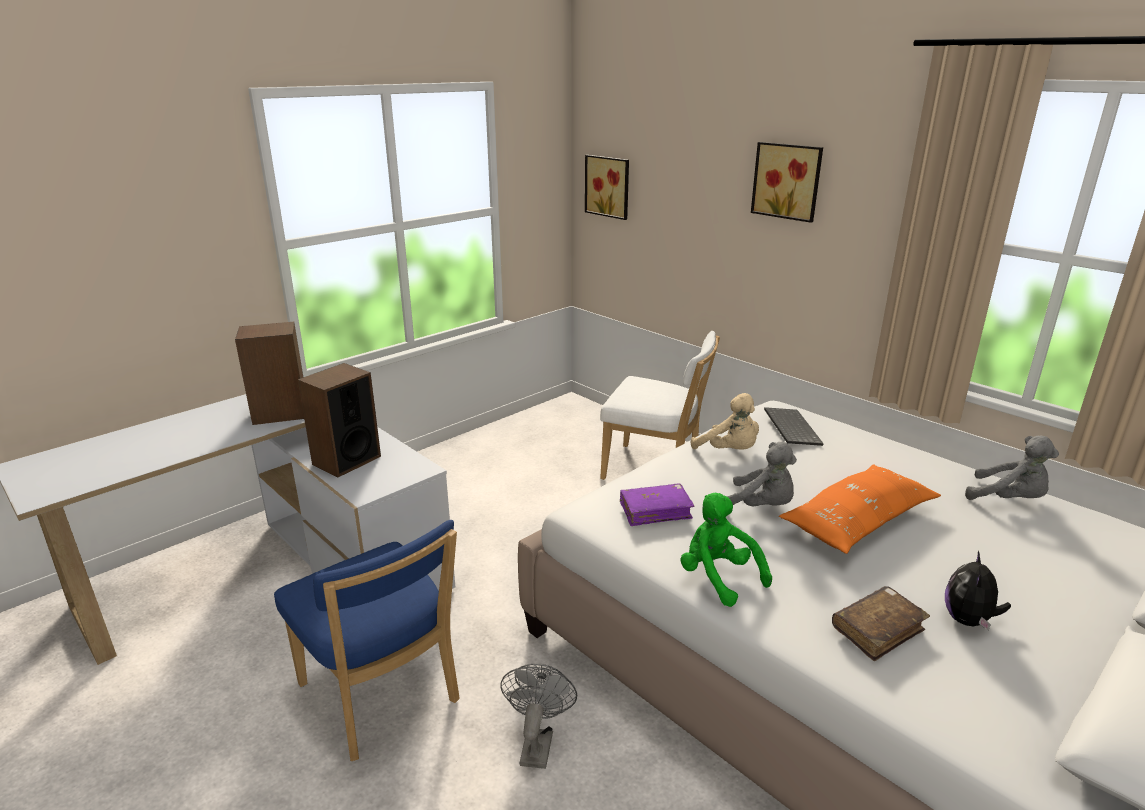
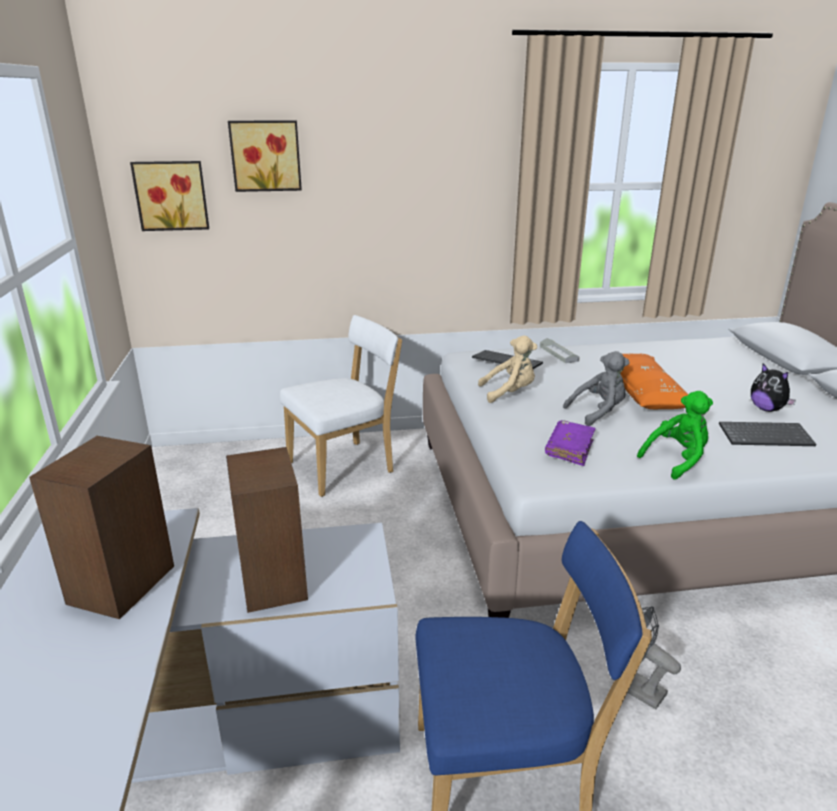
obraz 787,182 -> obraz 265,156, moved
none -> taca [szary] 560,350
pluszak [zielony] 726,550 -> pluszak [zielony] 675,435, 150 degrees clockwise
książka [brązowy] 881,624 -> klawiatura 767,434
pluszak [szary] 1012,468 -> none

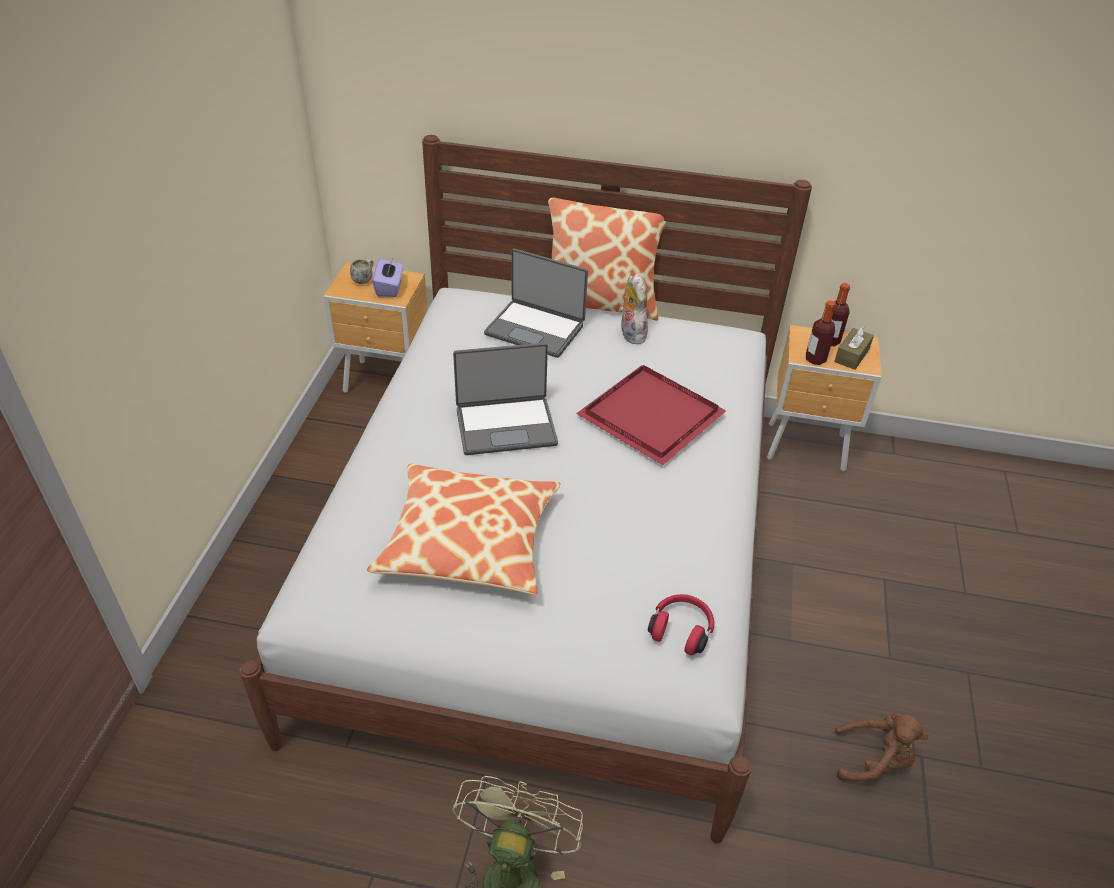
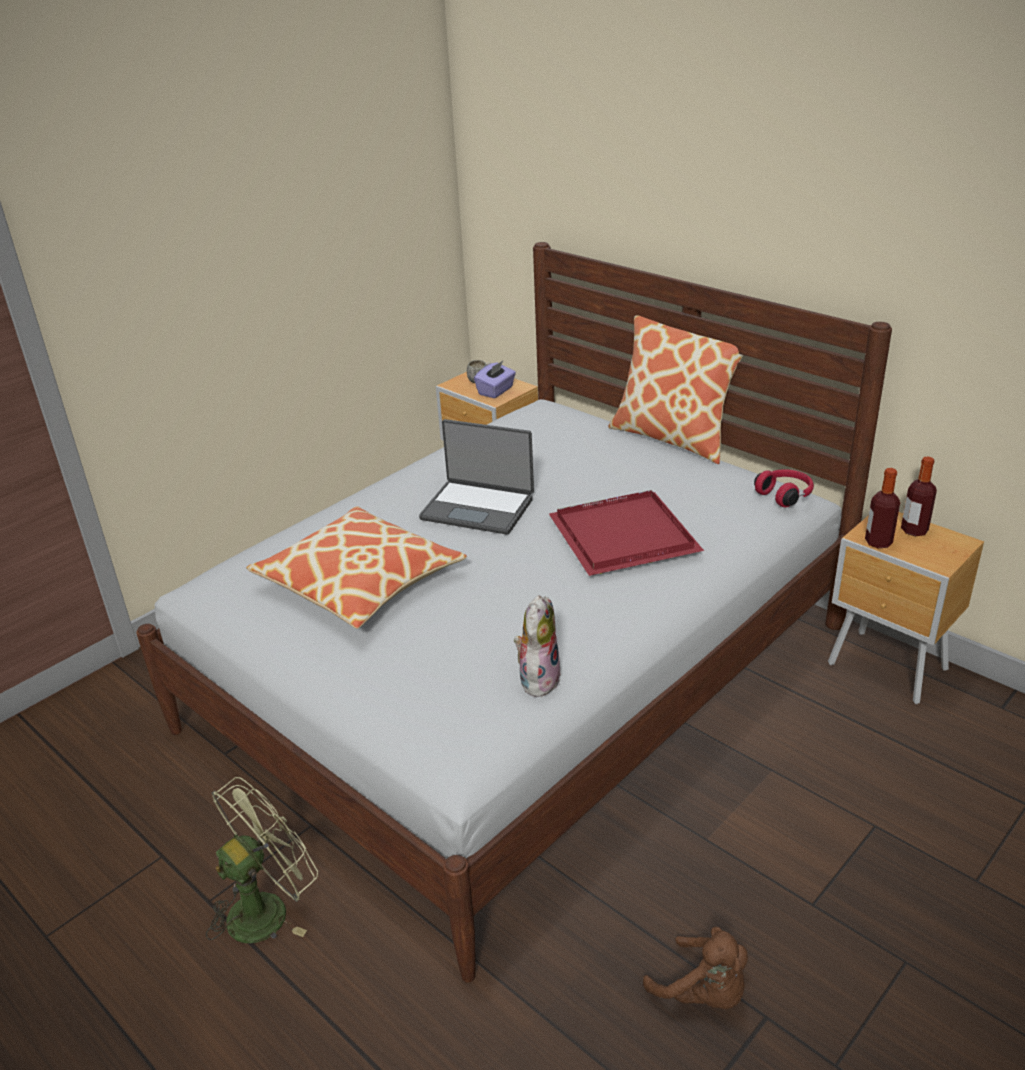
pluszak 633,309 -> pluszak 537,646, moved
słuchawki [czerwony] 681,624 -> słuchawki [czerwony] 784,488, moved
laptop 536,303 -> none
pudełko chusteczek [brązowy] 854,348 -> none

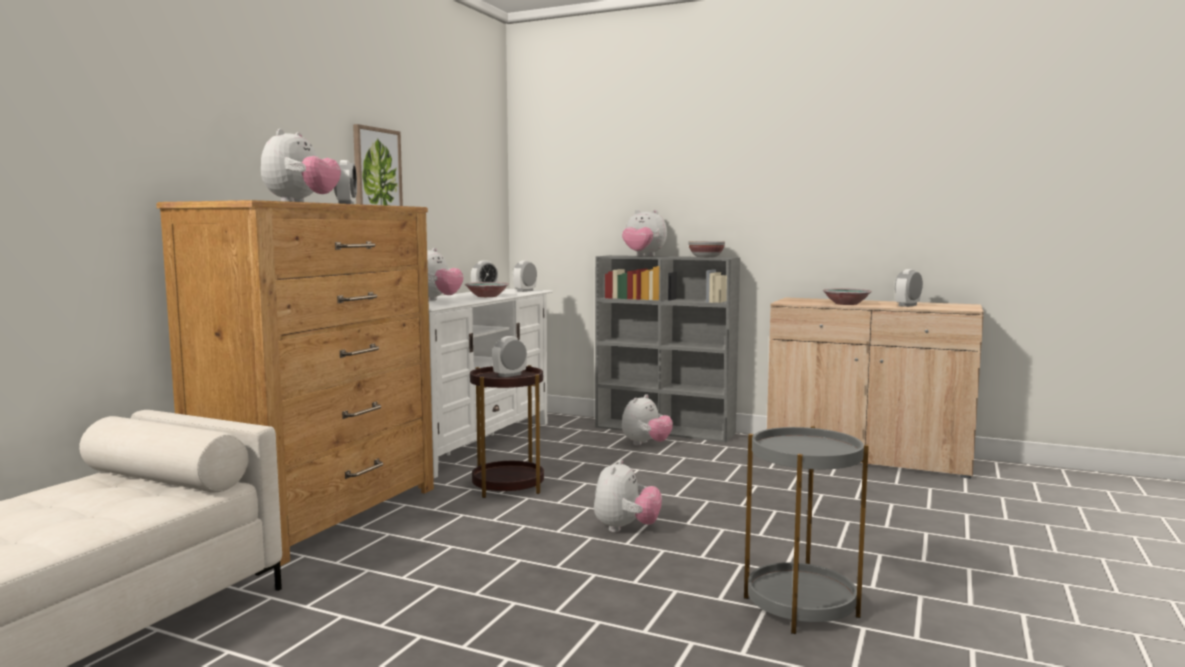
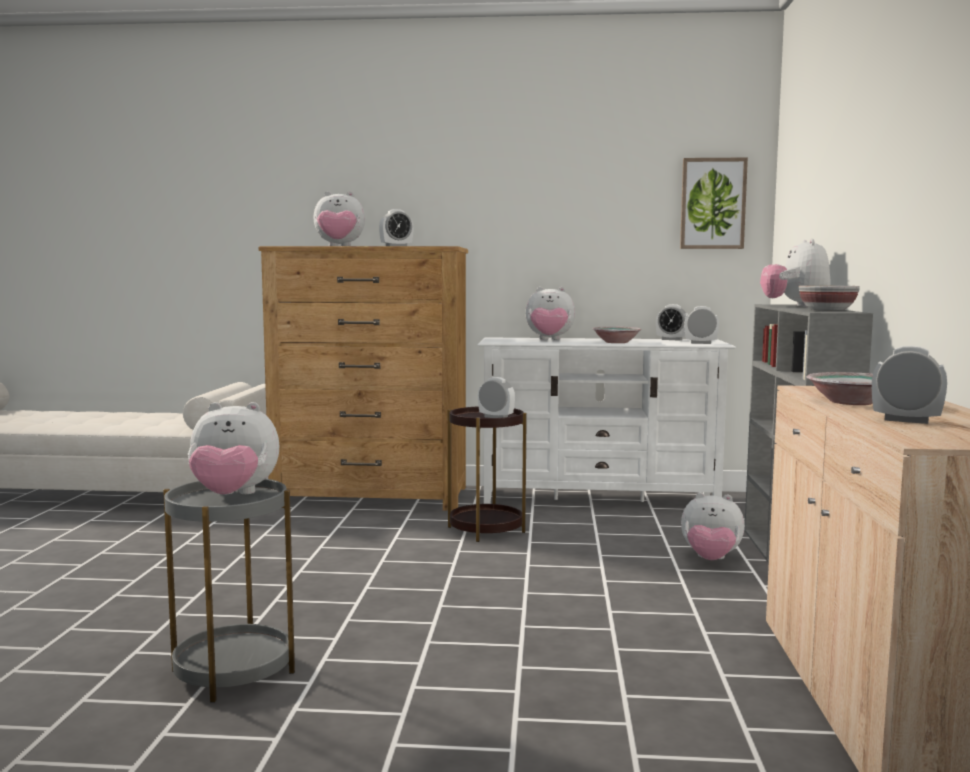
pluszak 628,495 -> pluszak 233,448, moved
obraz 378,165 -> obraz 714,203, moved

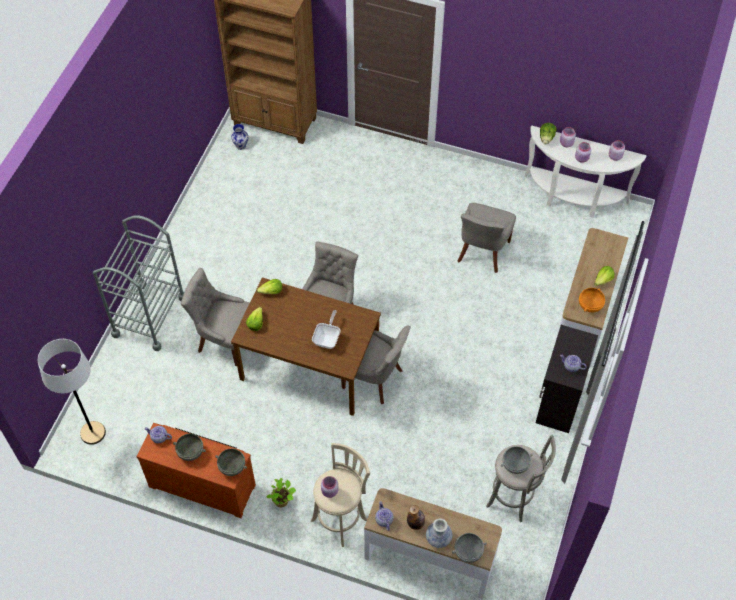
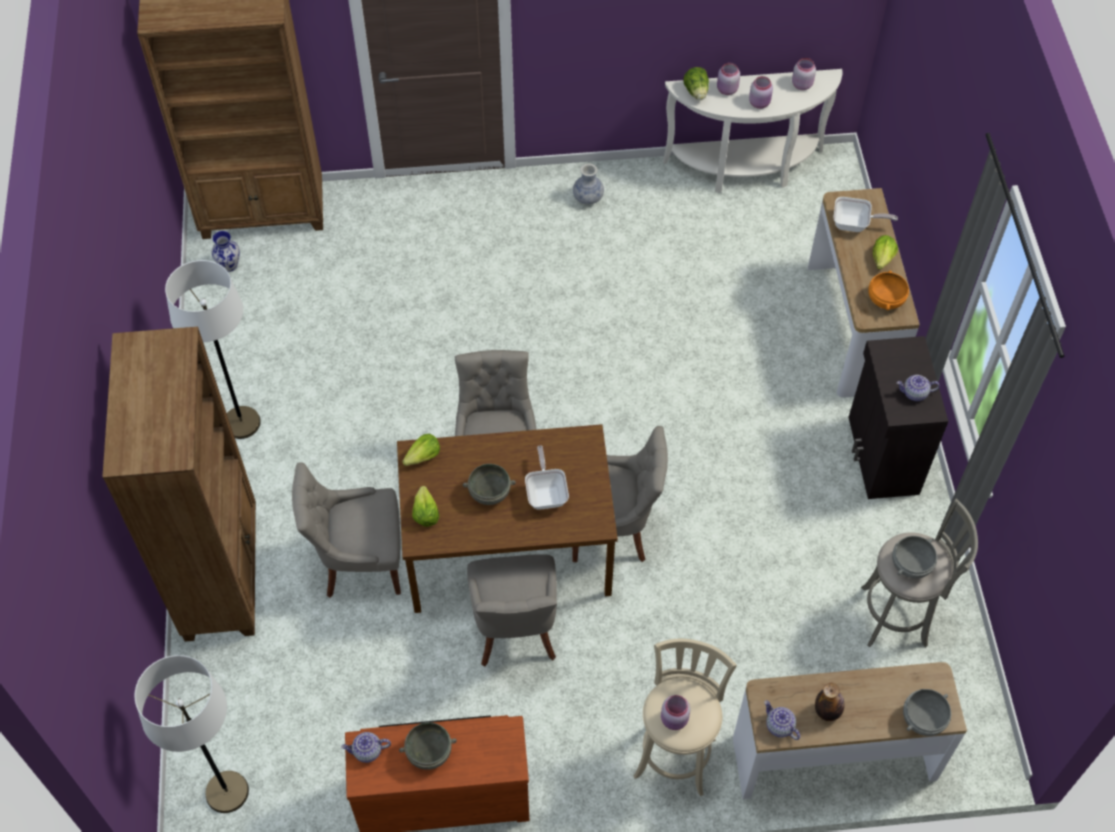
wózek [szary] 138,283 -> regał [brązowy] 179,484
none -> lampa stojąca [biały] 213,349
miska [szary] 231,462 -> miska [szary] 489,484, moved
krzesło [szary] 486,238 -> krzesło [szary] 512,610, moved
wazon 439,533 -> wazon 588,184, moved
none -> patelnia 865,214
roślina doniczkowa 281,492 -> none

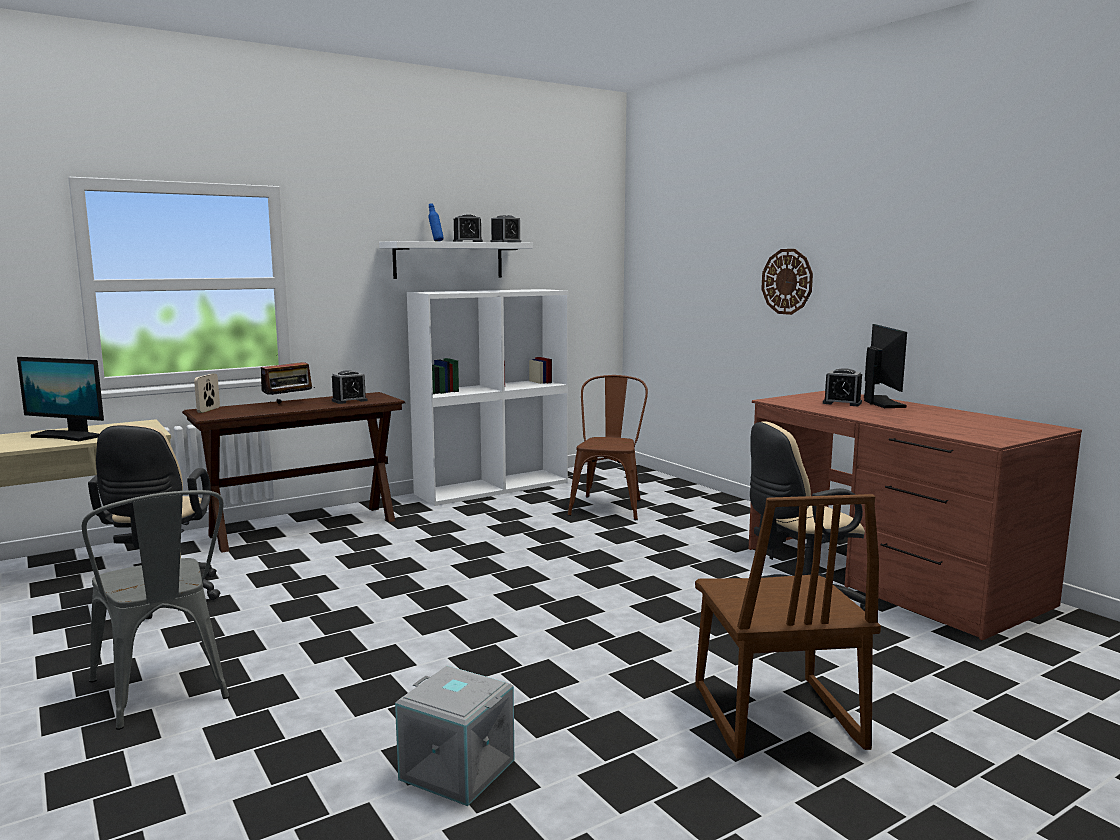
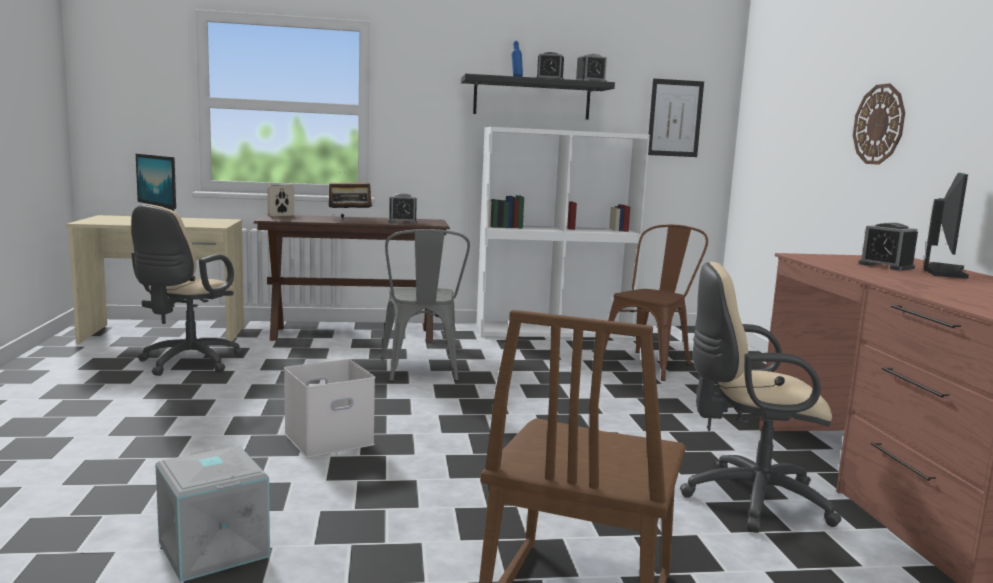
none -> pojemnik do przechowywania [biały] 329,408
krzesło [szary] 155,610 -> krzesło [szary] 425,305, moved
półka [biały] 456,260 -> półka [czarny] 538,97
none -> obraz 676,118

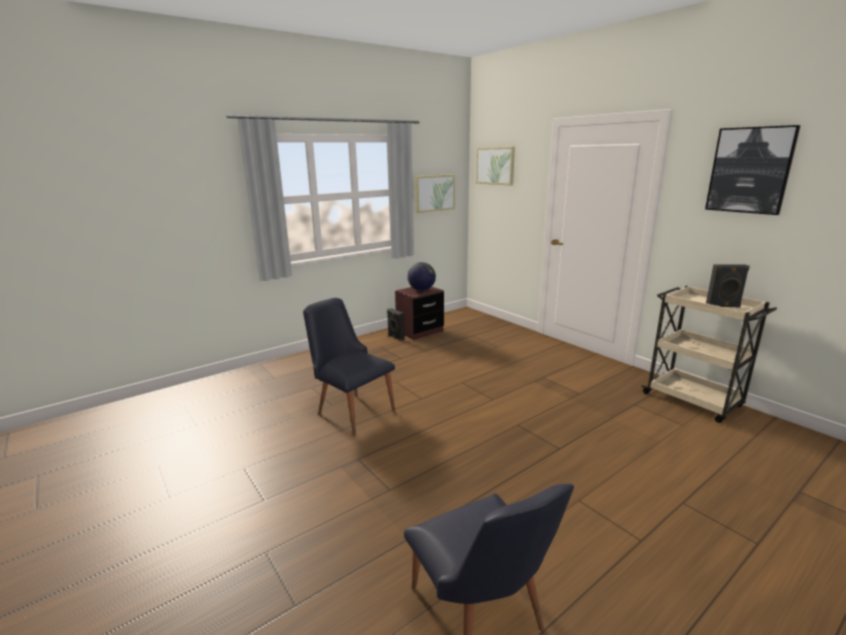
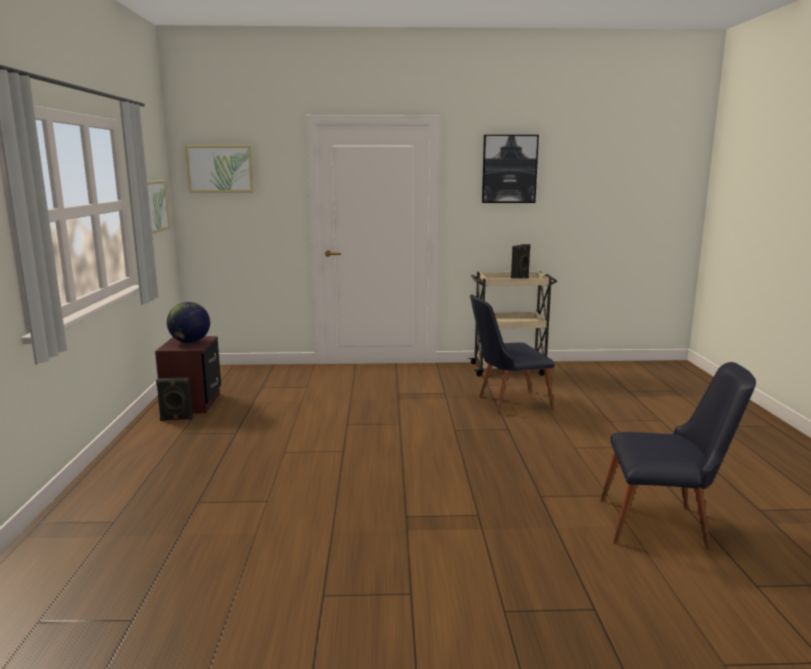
krzesło [czarny] 349,367 -> krzesło [czarny] 512,354, moved

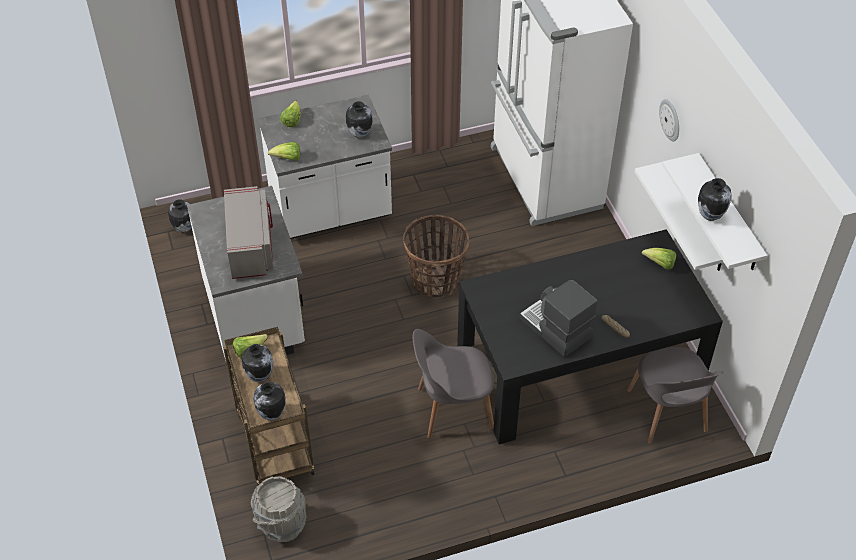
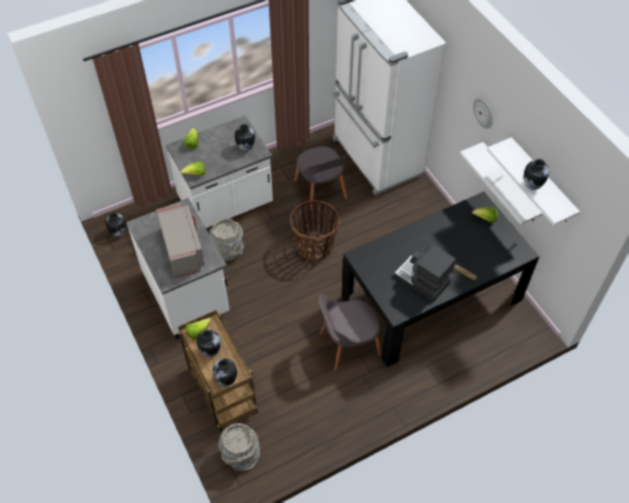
none -> wiadro [szary] 226,240
krzesło [szary] 675,395 -> krzesło [szary] 321,178, moved

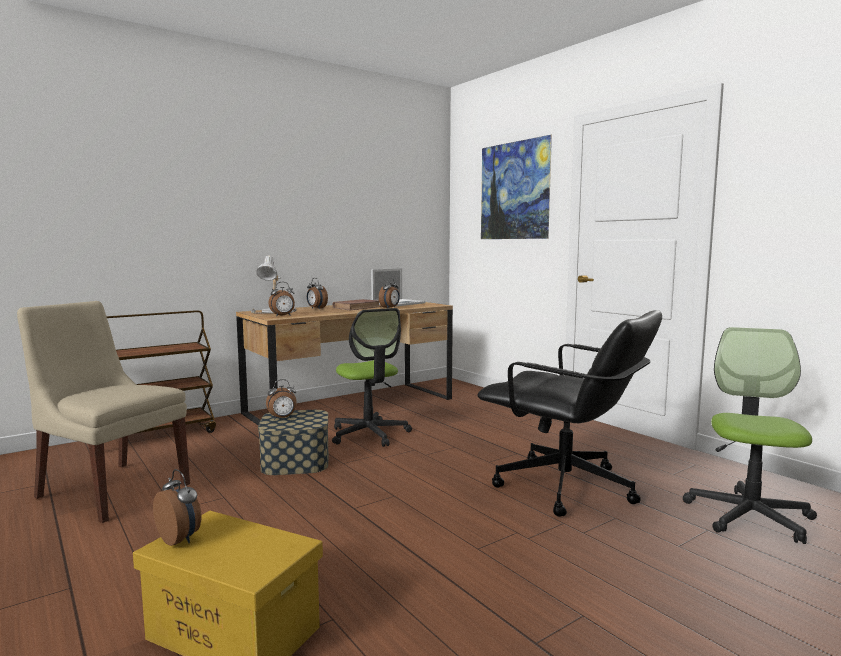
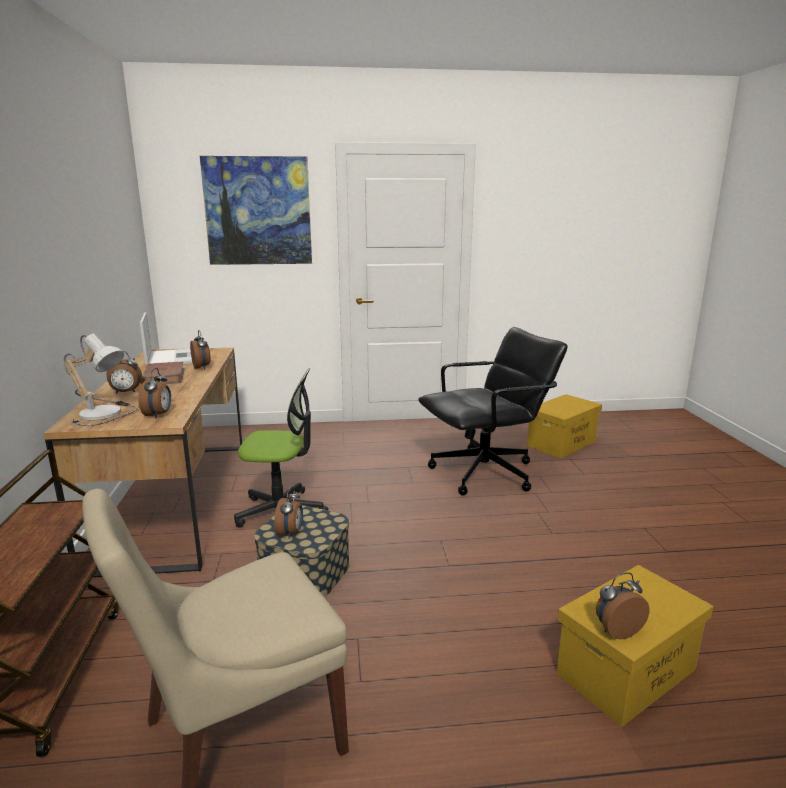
krzesło biurowe 750,435 -> pojemnik do przechowywania [żółty] 564,426

